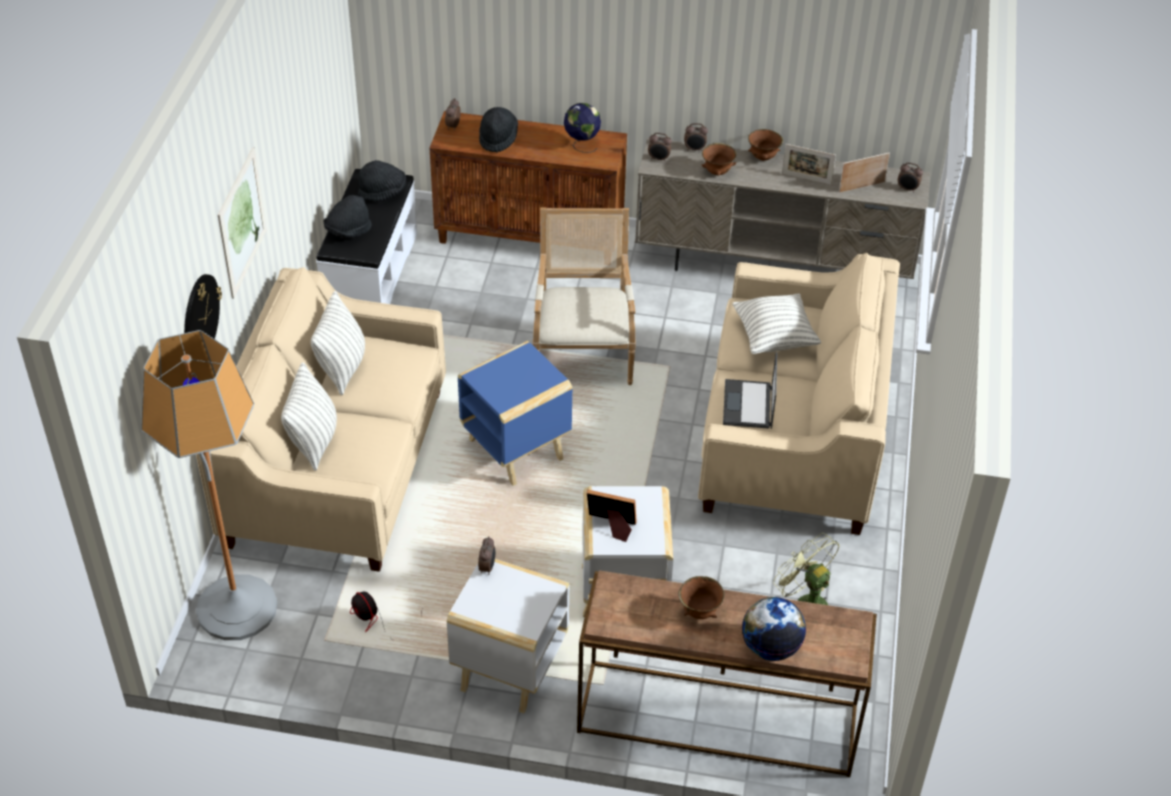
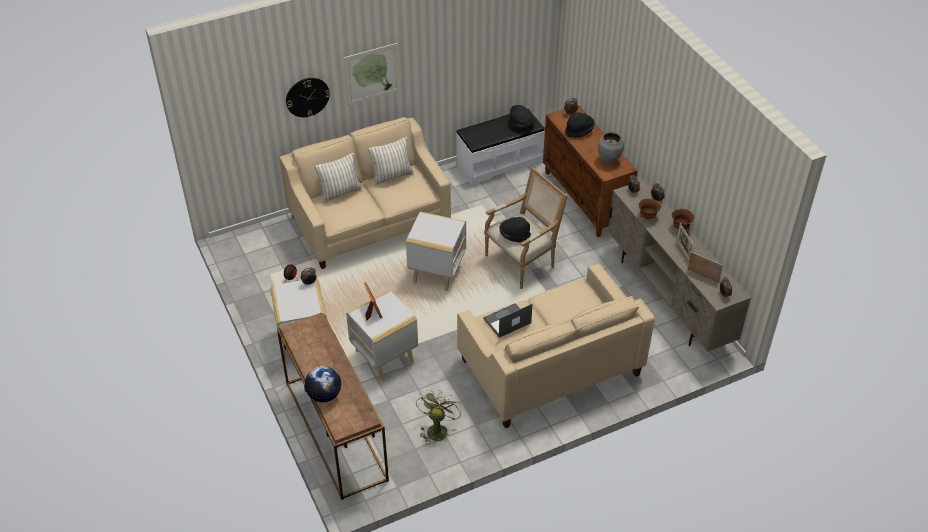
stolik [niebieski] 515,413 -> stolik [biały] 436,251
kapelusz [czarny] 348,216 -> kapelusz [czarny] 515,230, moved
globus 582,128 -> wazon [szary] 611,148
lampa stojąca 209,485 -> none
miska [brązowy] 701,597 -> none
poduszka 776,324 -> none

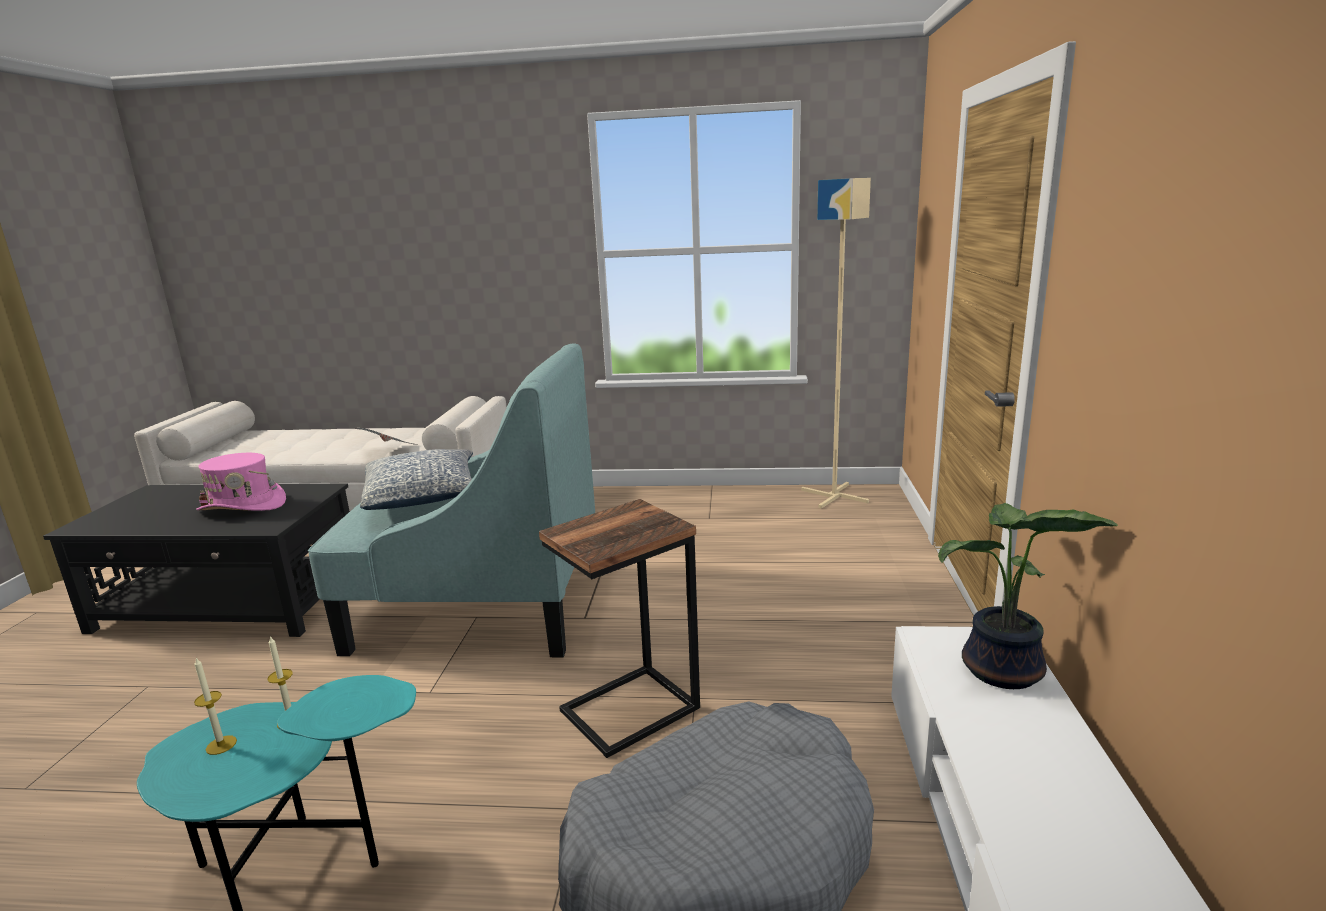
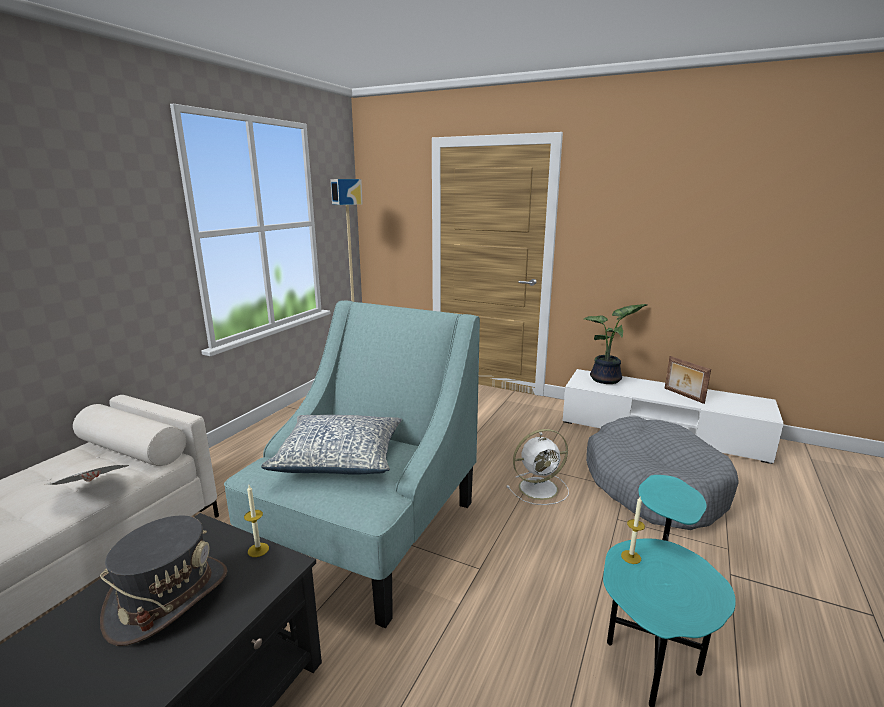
kapelusz [różowy] 241,482 -> kapelusz [szary] 163,580
świeca 215,706 -> świeca 256,521, moved
stolik 619,628 -> wentylator [biały] 537,467
none -> ramka na zdjęcie 688,380

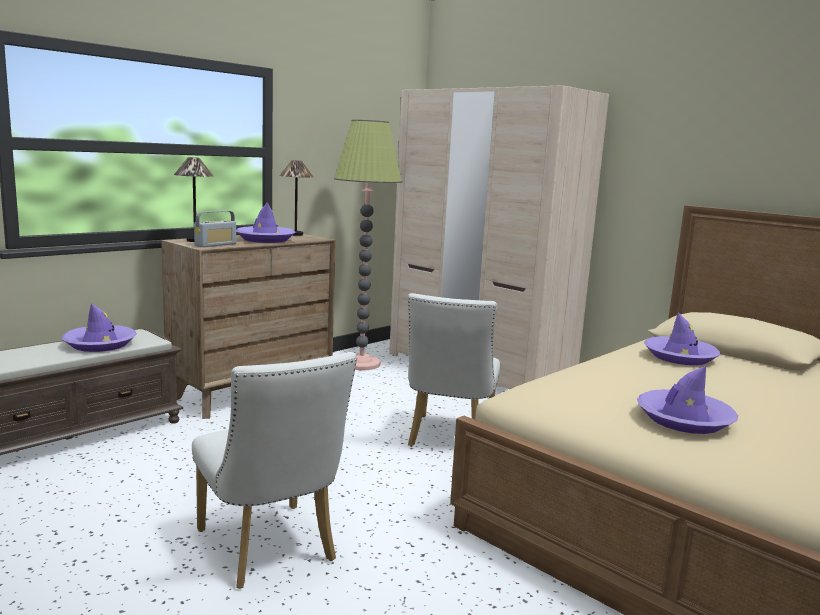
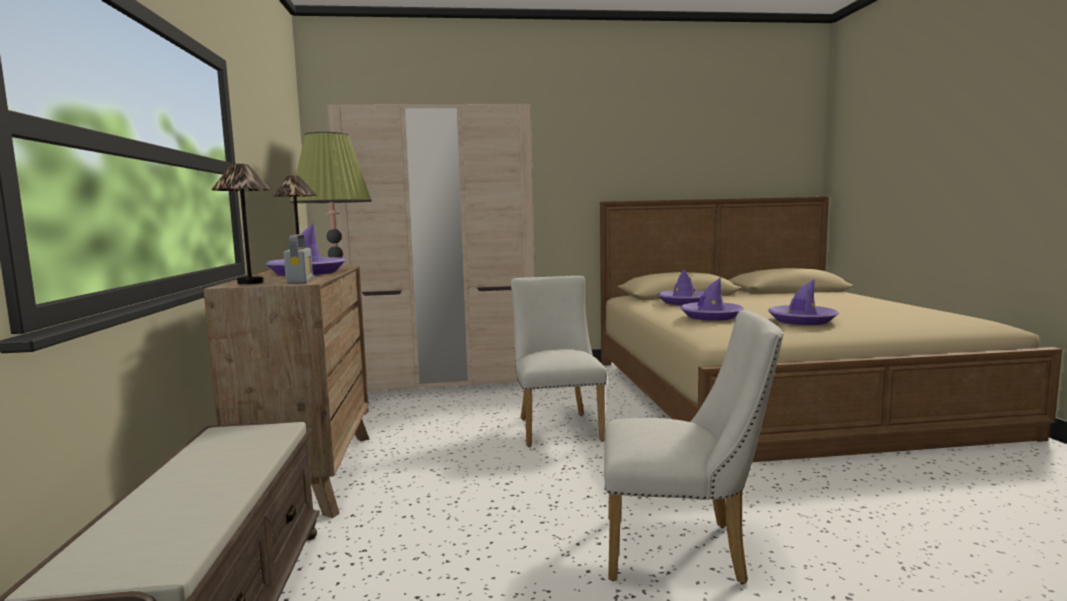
krzesło [biały] 454,370 -> krzesło [biały] 559,361, 150 degrees counterclockwise
kapelusz [fioletowy] 99,328 -> kapelusz [fioletowy] 712,299, moved

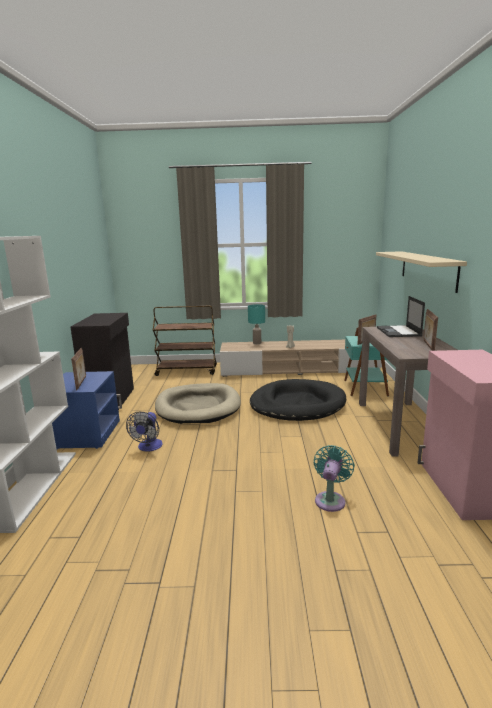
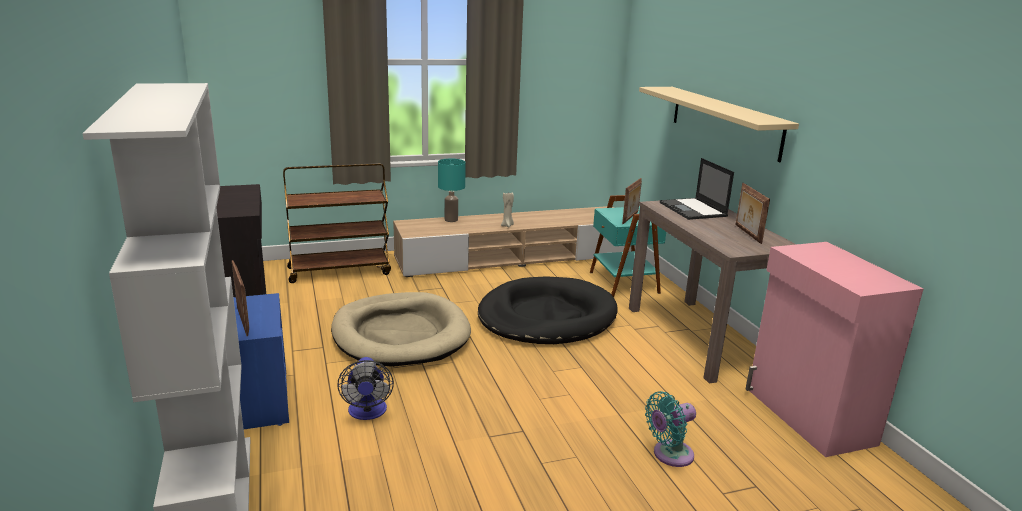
wentylator [turkusowy] 334,478 -> wentylator [turkusowy] 670,429, 120 degrees counterclockwise

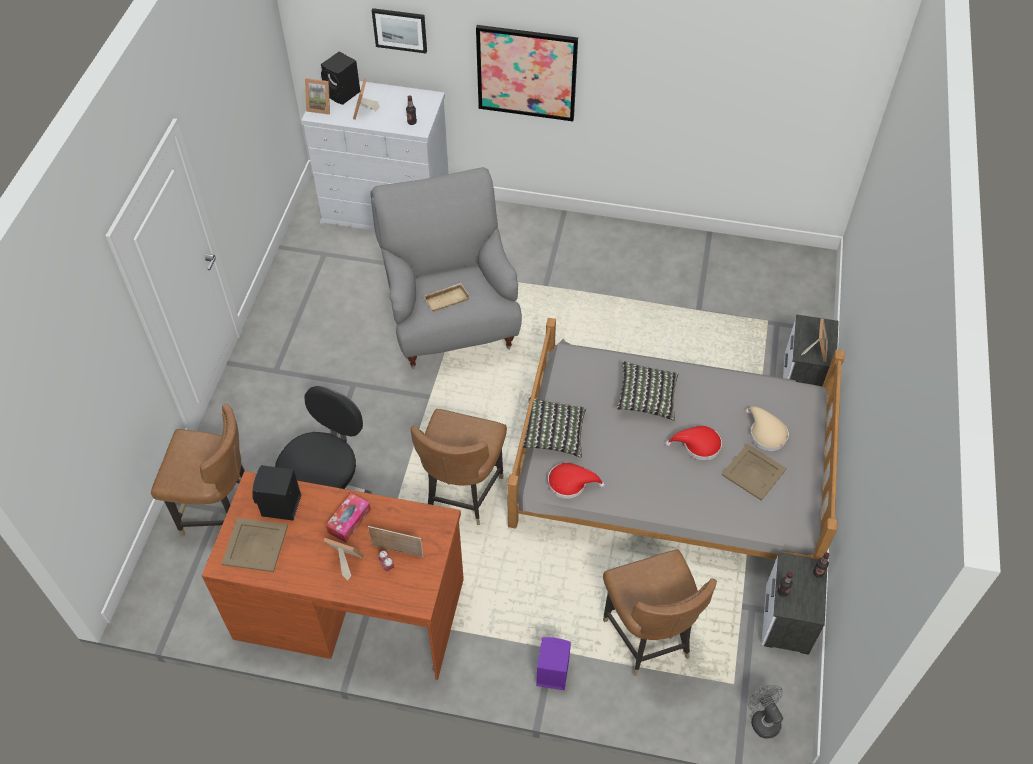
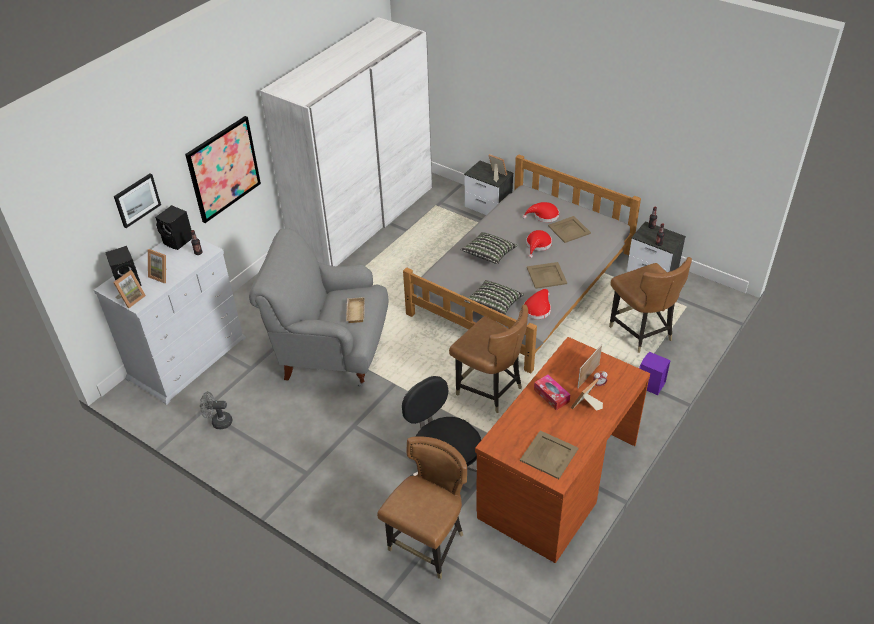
głośnik [czarny] 276,493 -> głośnik [czarny] 173,227, moved
wentylator [szary] 765,712 -> wentylator [szary] 216,410, moved
none -> szafa [biały] 346,141
kapelusz [beżowy] 767,429 -> kapelusz [czerwony] 541,212
none -> taca [beżowy] 547,275
krzesło [brązowy] 660,612 -> krzesło [brązowy] 650,305, 60 degrees clockwise

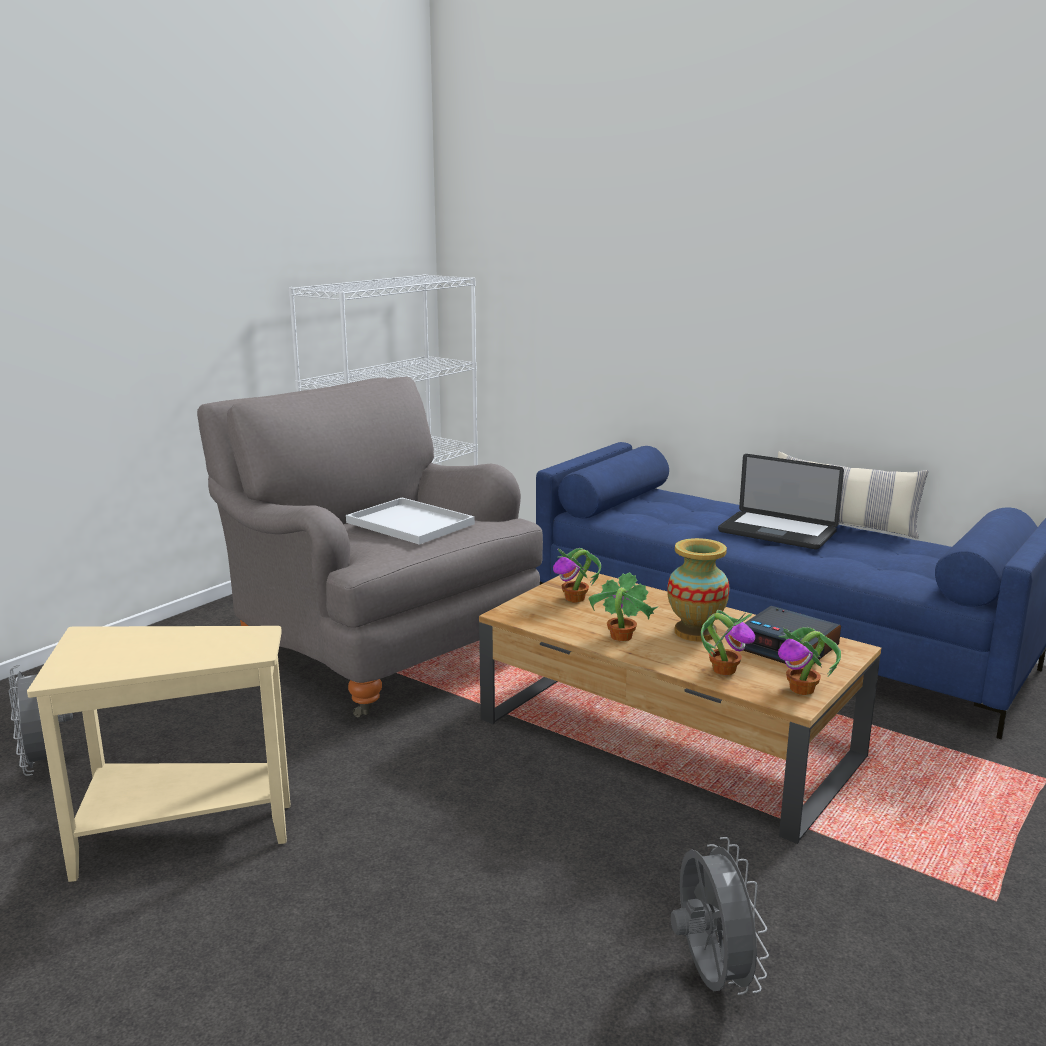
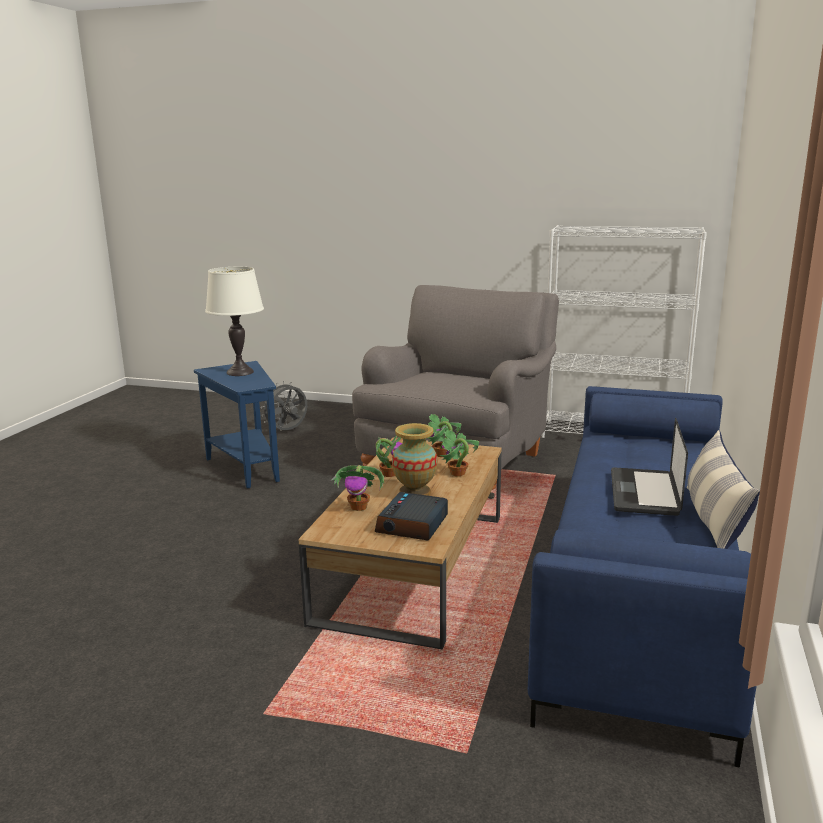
stolik [beżowy] 158,754 -> stolik [niebieski] 237,425
none -> lampa stołowa [biały] 234,321
roślina doniczkowa 809,661 -> roślina doniczkowa 459,453, moved
taca [biały] 410,521 -> none
wentylator [szary] 720,916 -> none

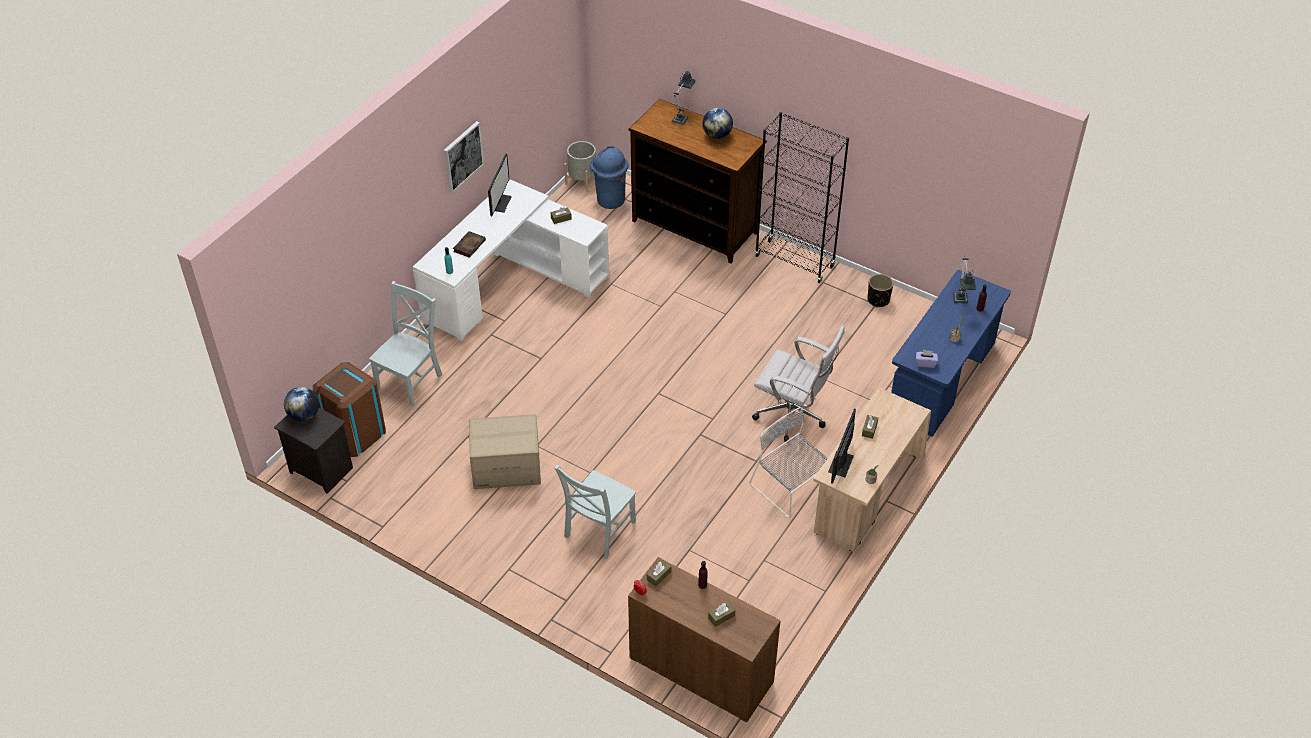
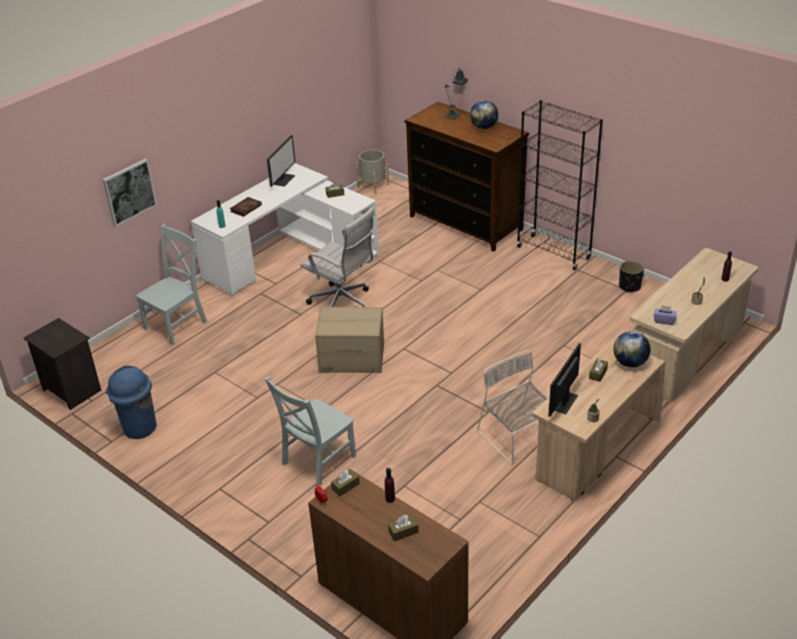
obraz 464,157 -> obraz 129,192, moved
kosz na śmieci [niebieski] 609,177 -> kosz na śmieci [niebieski] 131,402, moved
krzesło biurowe [biały] 798,383 -> krzesło biurowe [biały] 337,257, moved
karton 505,451 -> karton 349,340, moved
globus 301,404 -> globus 631,349, moved
biurko [niebieski] 951,353 -> biurko [beżowy] 694,325
kosz na śmieci [brązowy] 349,409 -> none
lampa stołowa 964,279 -> none

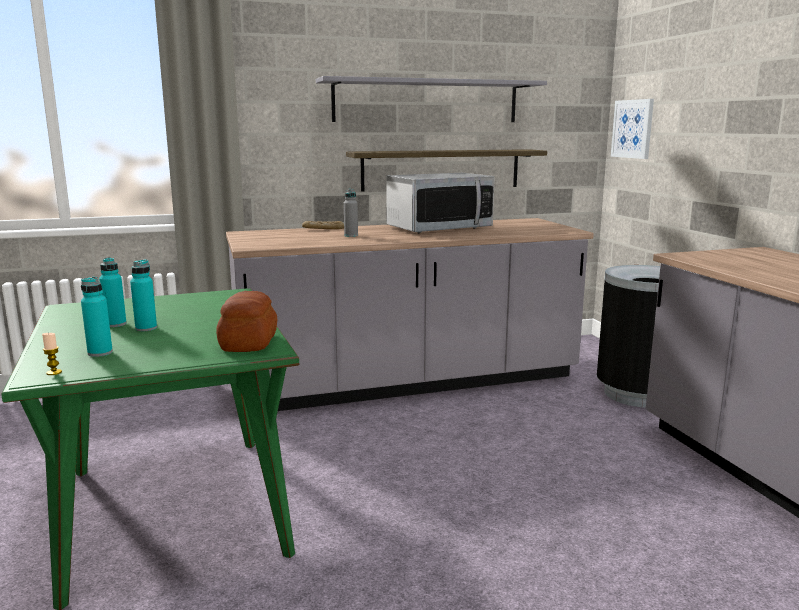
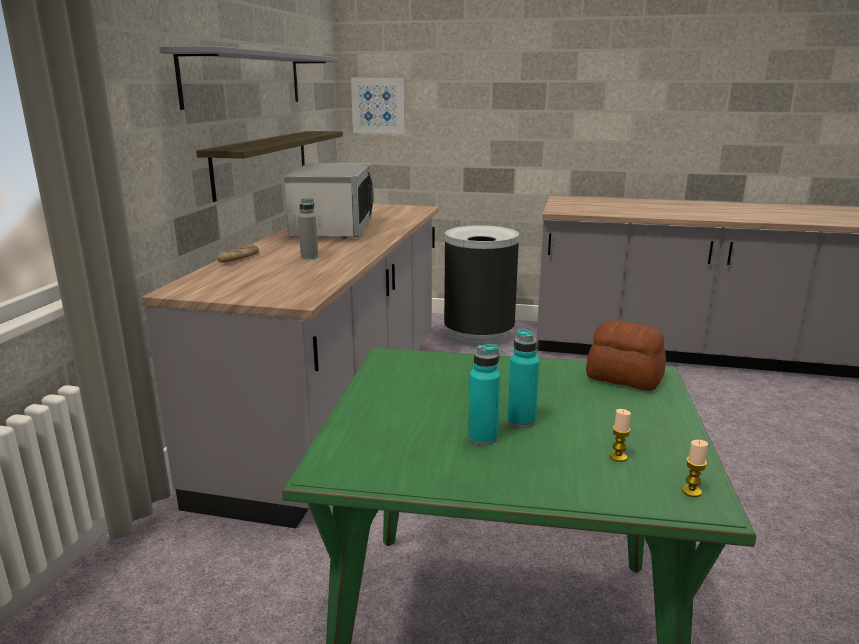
butelka [turkusowy] 97,317 -> świeca 620,435

